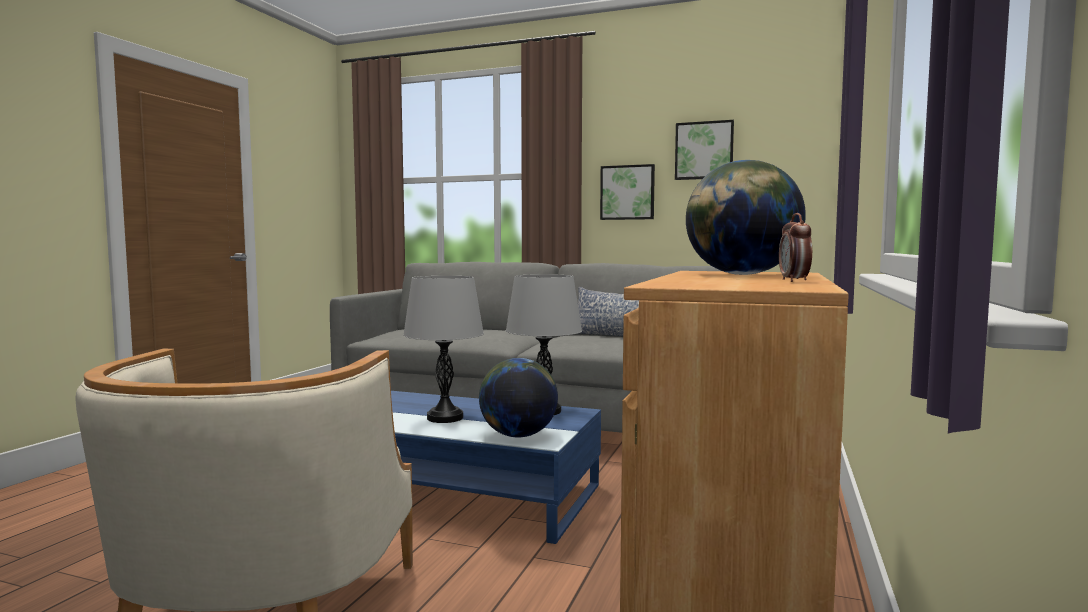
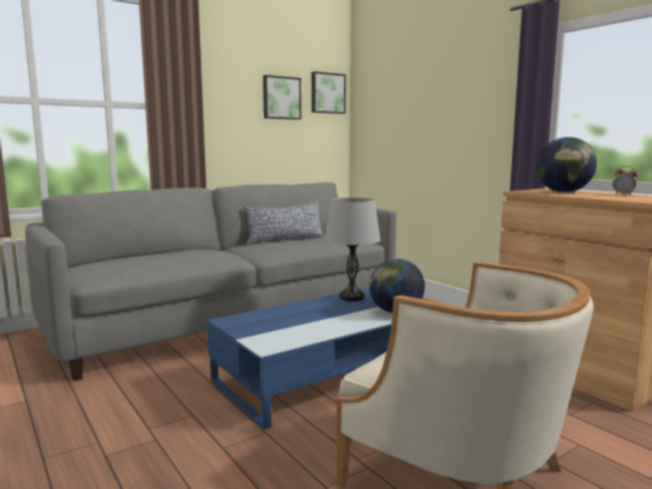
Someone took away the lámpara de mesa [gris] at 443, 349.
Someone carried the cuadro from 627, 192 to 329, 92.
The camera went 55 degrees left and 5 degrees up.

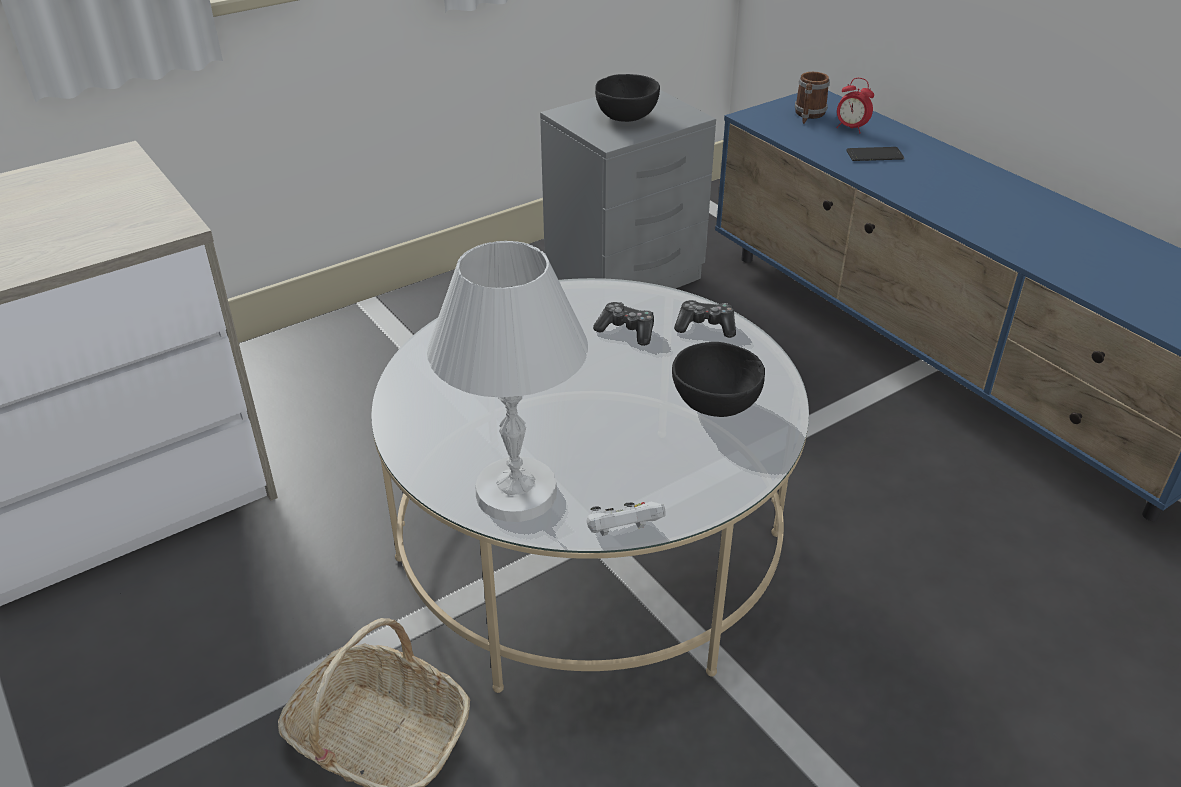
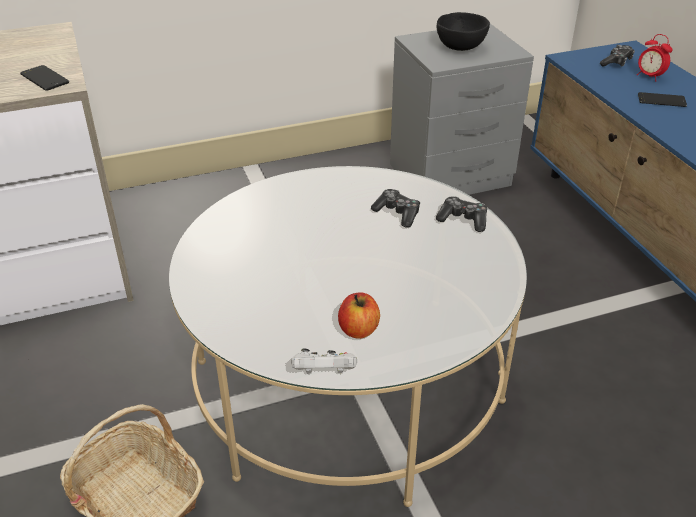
Someone took away the lámpara de mesa [blanco] at 507, 381.
Someone took away the cuenco [negro] at 718, 379.
Someone swapped the taza grande at 812, 98 for the mando de consola at 617, 56.
Someone put down the móvil at 44, 78.
Someone put down the manzana at 359, 315.
The camera went 15 degrees right and 0 degrees up.

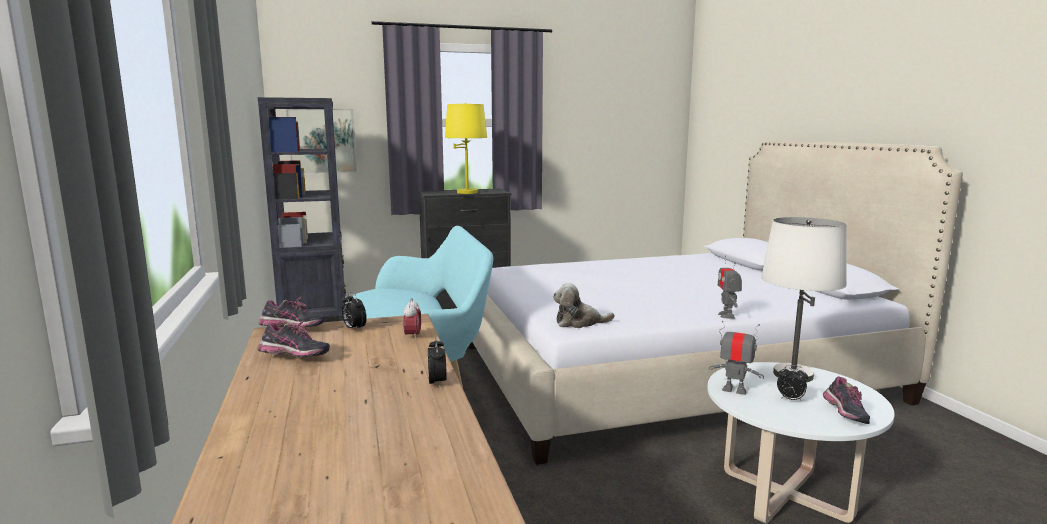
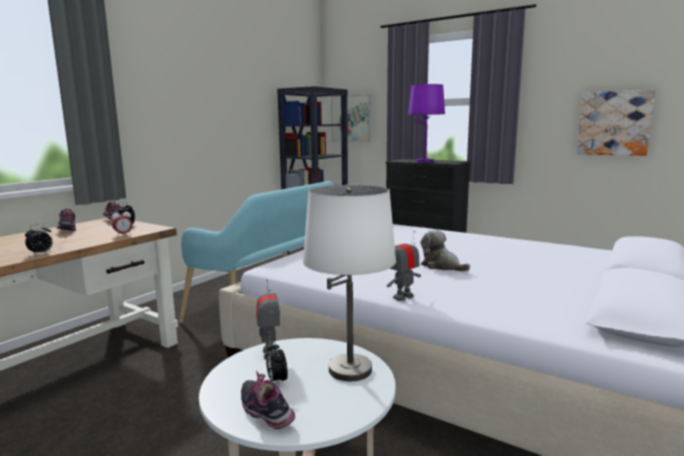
Someone repainted the lámpara de mesa [amarillo] at 466, 148, which became the lámpara de mesa [morado] at 426, 123.
Someone carried the peluche from 584, 305 to 445, 250.
Someone rotated the zapato at 846, 400 by 90 degrees clockwise.
Someone put up the cuadro at 616, 123.
The camera went 50 degrees right and 0 degrees up.

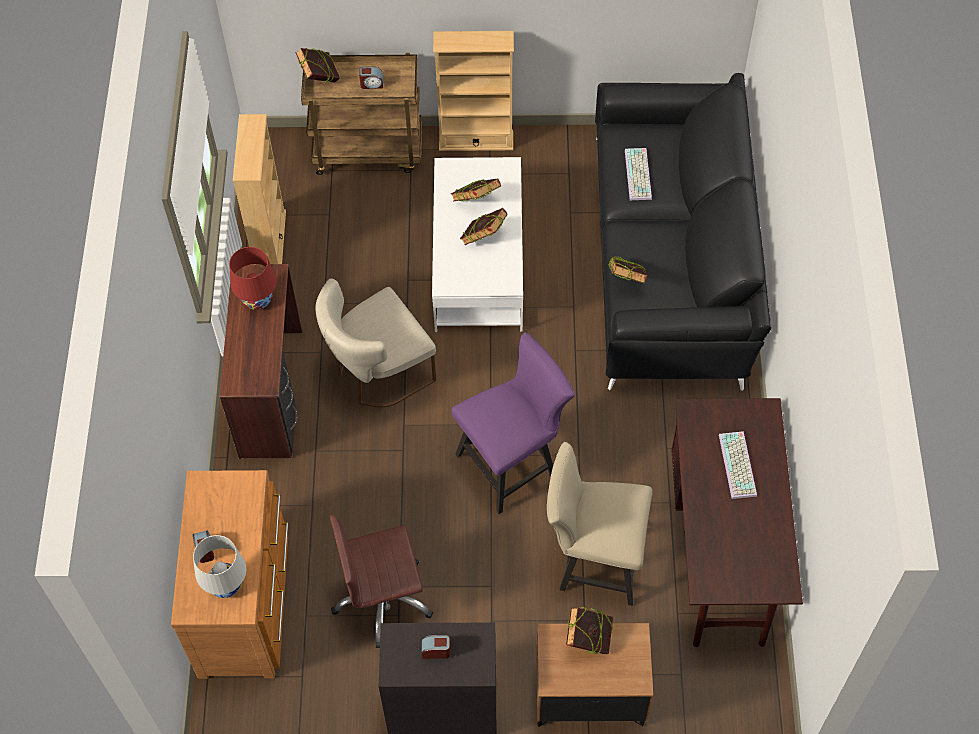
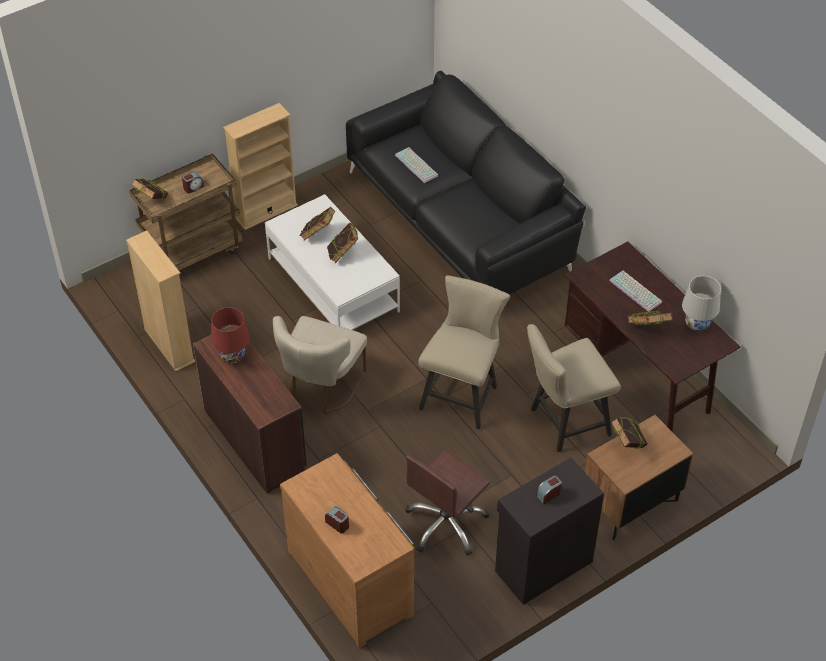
Someone carried the lámpara de mesa [blanco] from 219, 566 to 701, 303.
Someone repainted the silla [morado] at 513, 423, which became the silla [beis] at 464, 352.
Someone carried the libro from 628, 269 to 650, 318.
The camera went 35 degrees left and 10 degrees down.

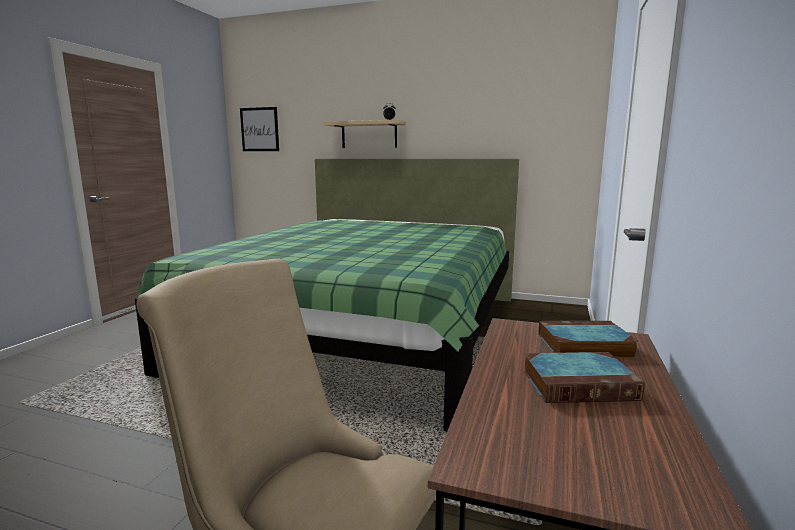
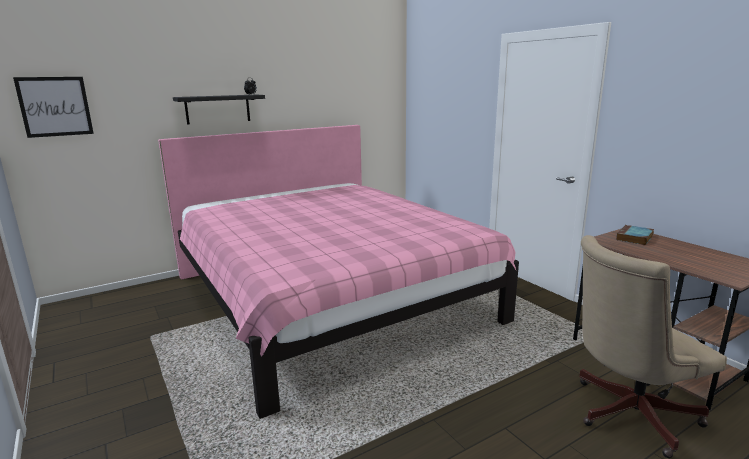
Someone repainted the cama [verde] at 327, 295, which became the cama [rosa] at 338, 272.
Someone repainted the estante [beis] at 365, 134, which became the estante [negro] at 219, 109.
Someone took away the libro at 584, 377.
The camera went 50 degrees left and 5 degrees up.

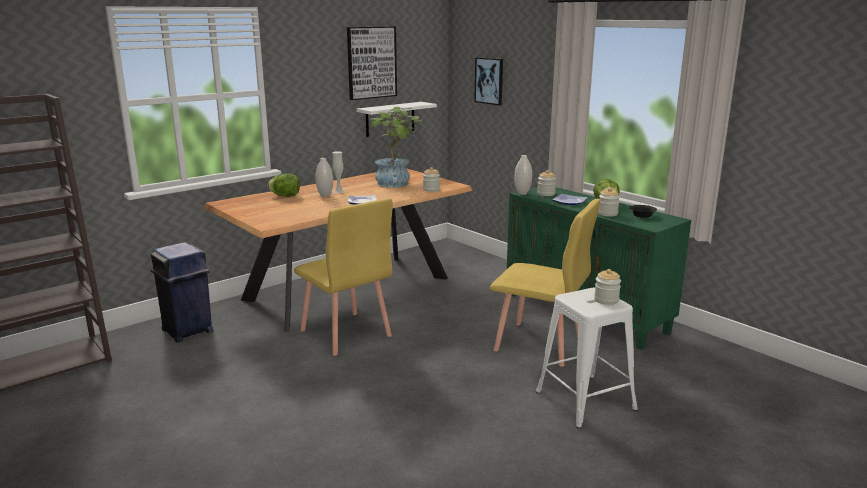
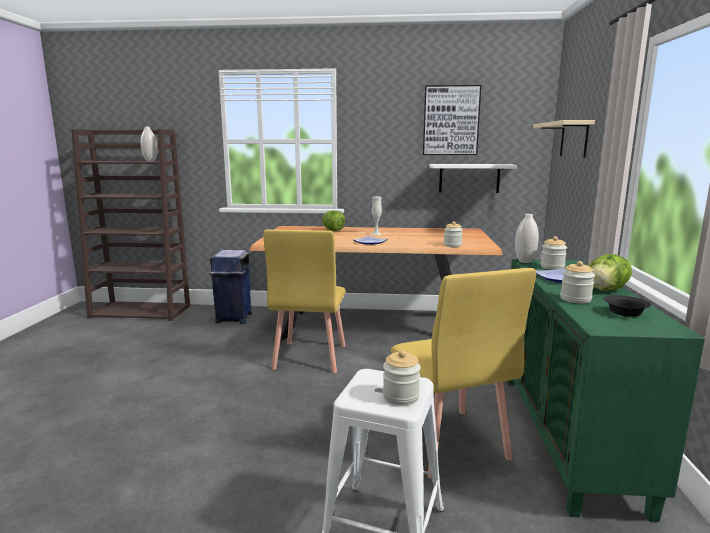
Someone carried the florero [blanco] from 324, 177 to 149, 144.
Someone took away the planta en maceta at 398, 147.
Someone swapped the cuadro at 488, 81 for the estante [beis] at 564, 139.
The camera went 45 degrees right and 5 degrees down.

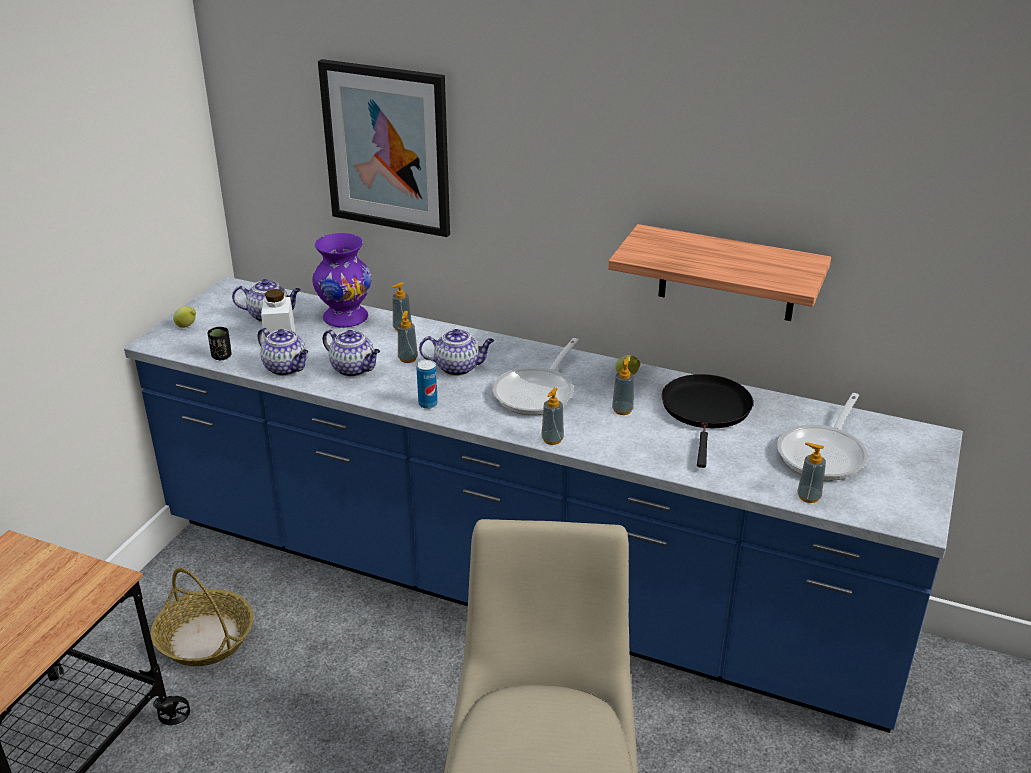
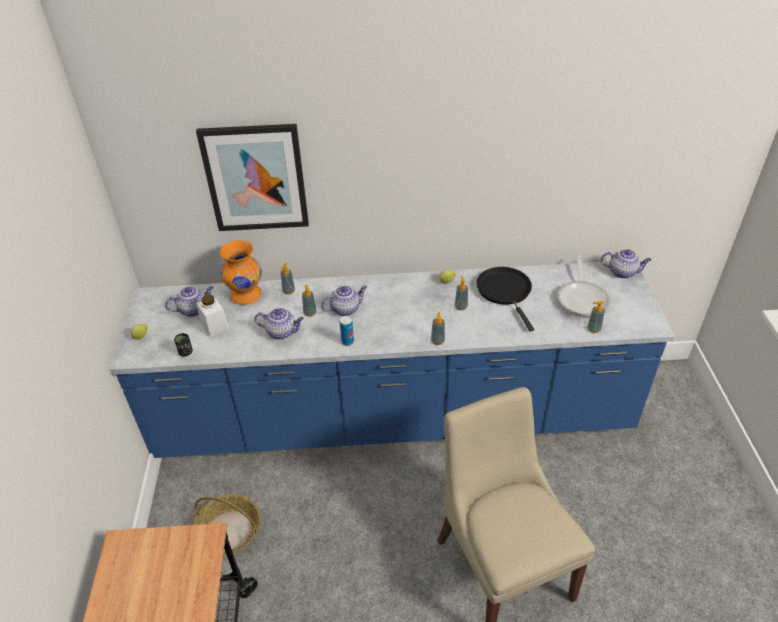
Someone carried the tetera from 283, 352 to 626, 263.
Someone repainted the florero [morado] at 342, 280, which became the florero [naranja] at 241, 272.
Someone took away the sartén at 535, 376.
Someone took away the estante at 719, 272.
The camera went 25 degrees left and 10 degrees up.

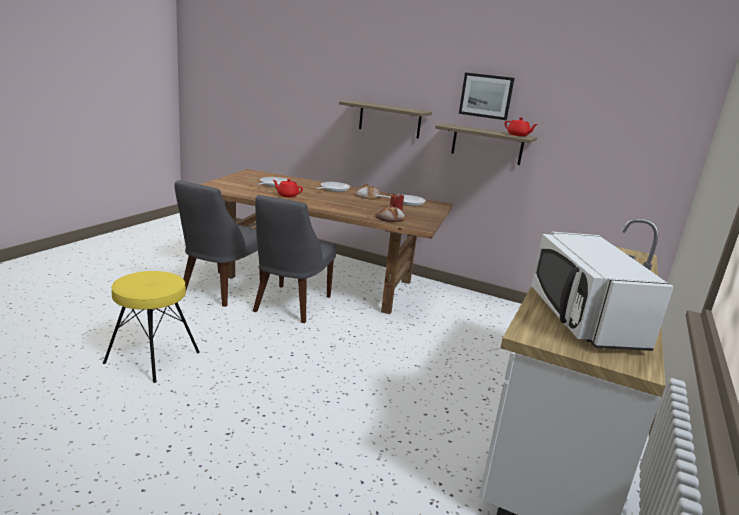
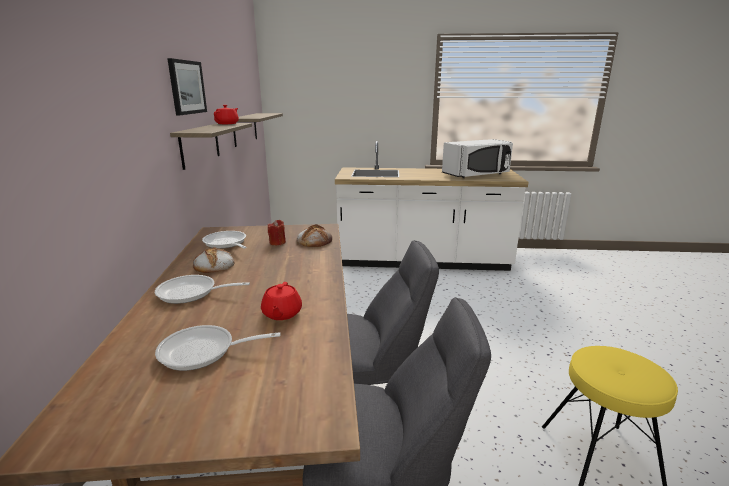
Someone carried the estante from 385, 120 to 258, 130.
The camera went 110 degrees left and 0 degrees up.

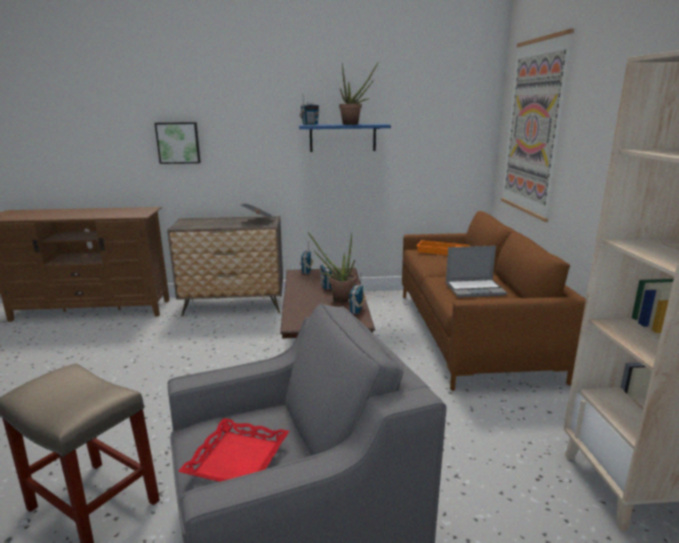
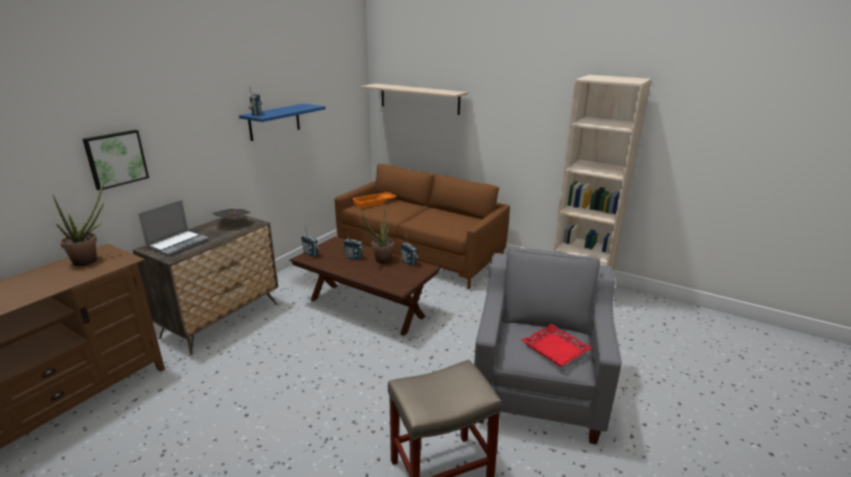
Someone carried the planta en maceta from 359, 93 to 78, 223.
Someone carried the portátil from 476, 271 to 173, 228.
Someone swapped the cuadro at 537, 125 for the estante at 414, 99.
The camera went 55 degrees left and 5 degrees up.

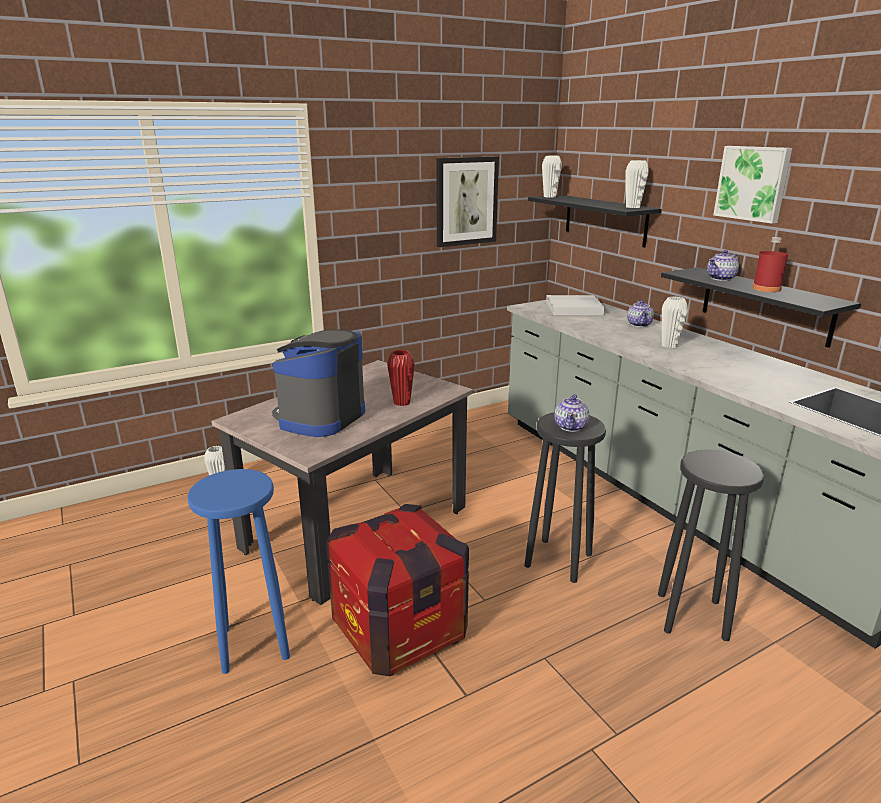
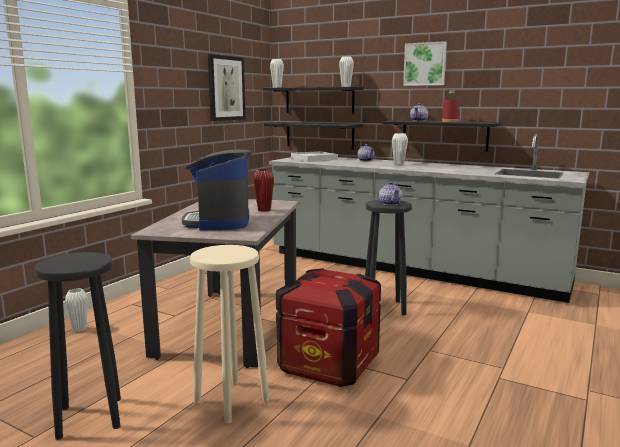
Someone repainted the taburete [azul] at 238, 571, which became the taburete [beis] at 229, 334.
Someone carried the taburete [negro] from 711, 545 to 77, 346.
Someone put up the estante [negro] at 313, 136.
The camera went 30 degrees left and 10 degrees down.

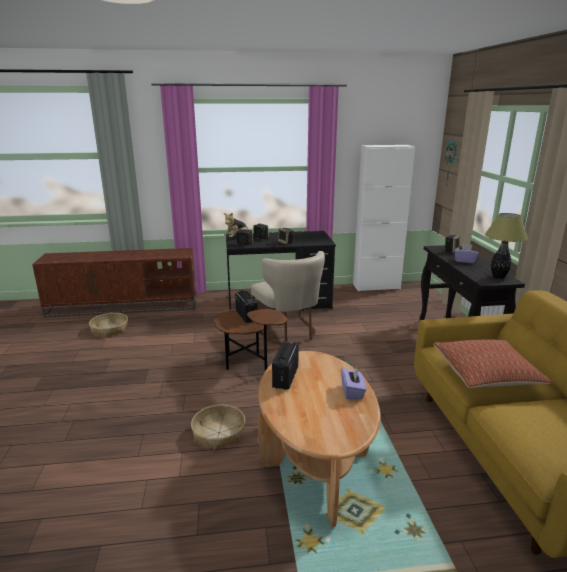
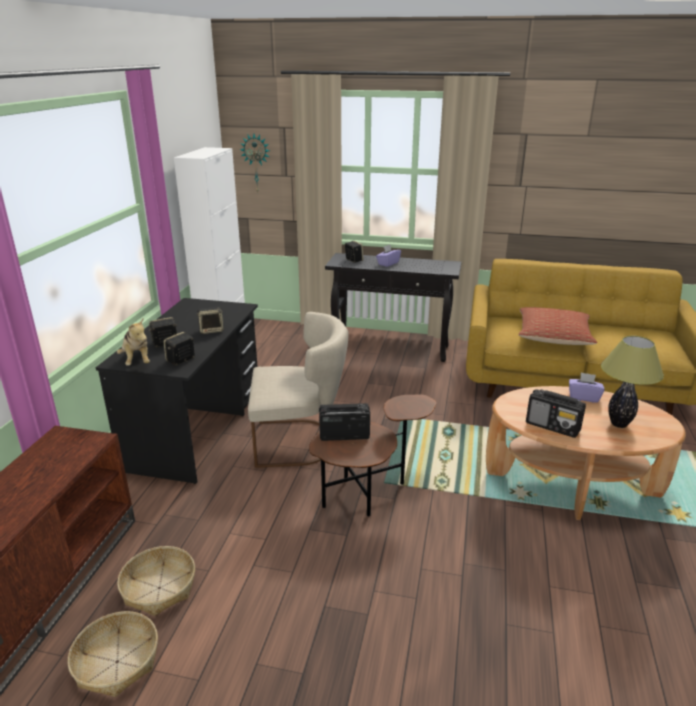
Someone carried the cesta from 218, 427 to 156, 581.
Someone carried the lámpara de mesa from 506, 246 to 632, 382.
The camera went 70 degrees left and 5 degrees up.

